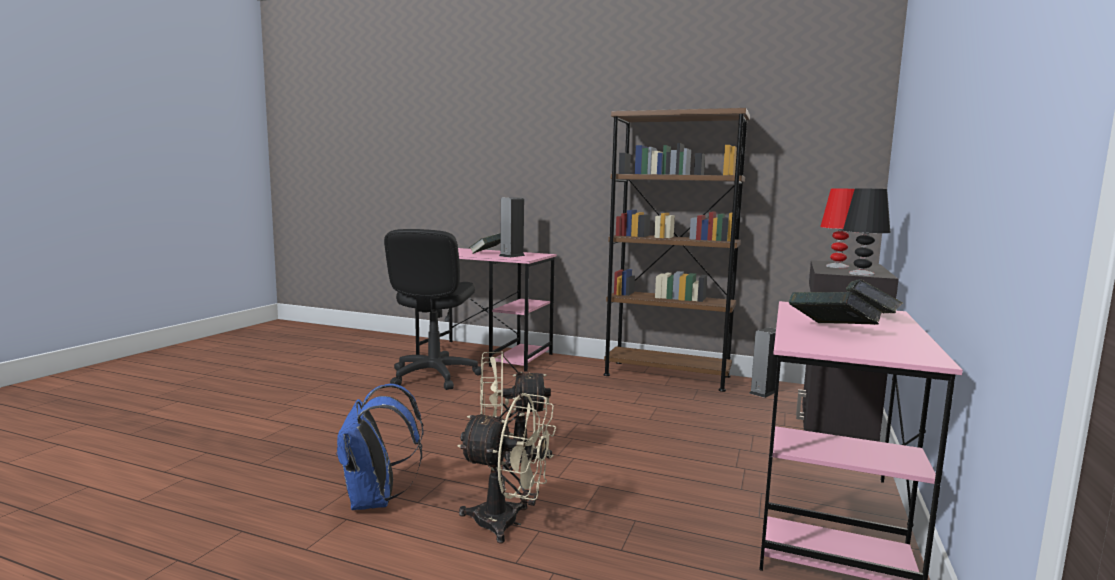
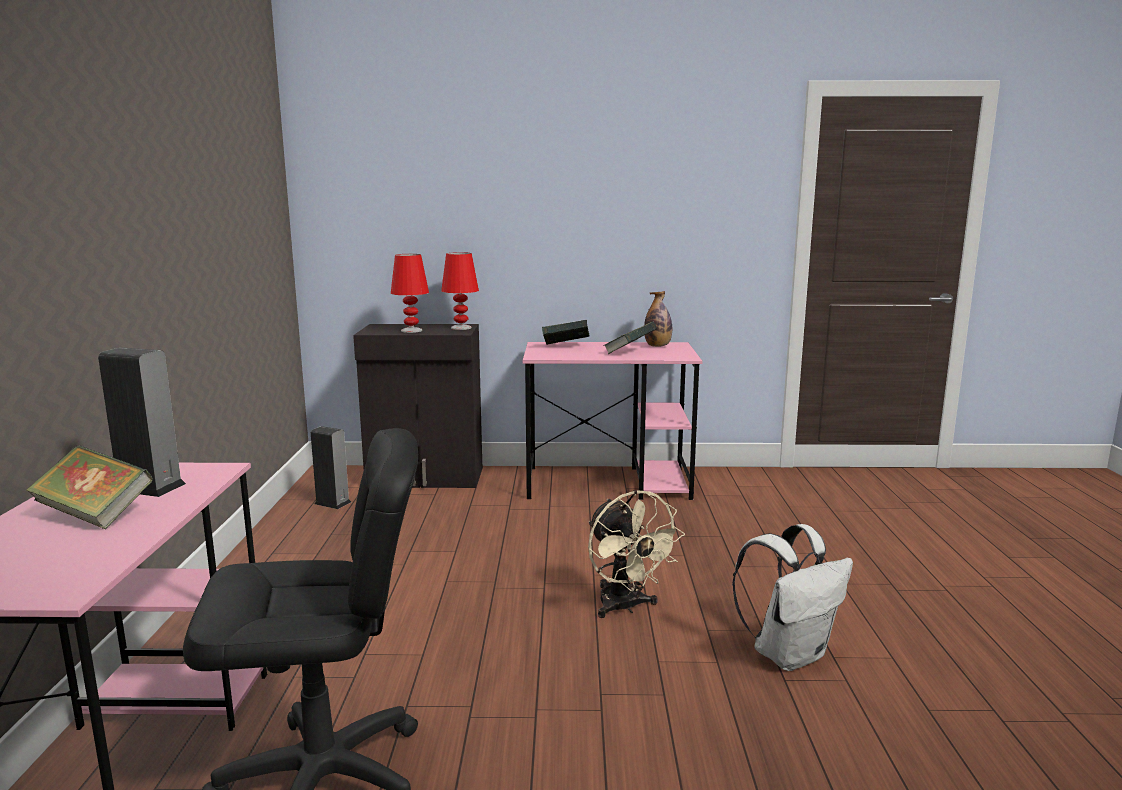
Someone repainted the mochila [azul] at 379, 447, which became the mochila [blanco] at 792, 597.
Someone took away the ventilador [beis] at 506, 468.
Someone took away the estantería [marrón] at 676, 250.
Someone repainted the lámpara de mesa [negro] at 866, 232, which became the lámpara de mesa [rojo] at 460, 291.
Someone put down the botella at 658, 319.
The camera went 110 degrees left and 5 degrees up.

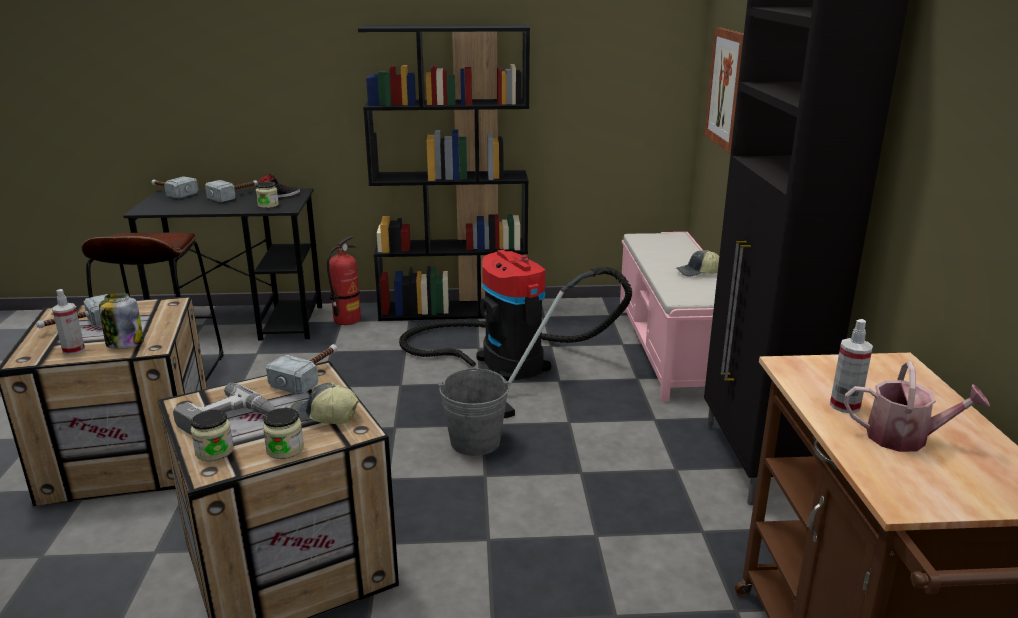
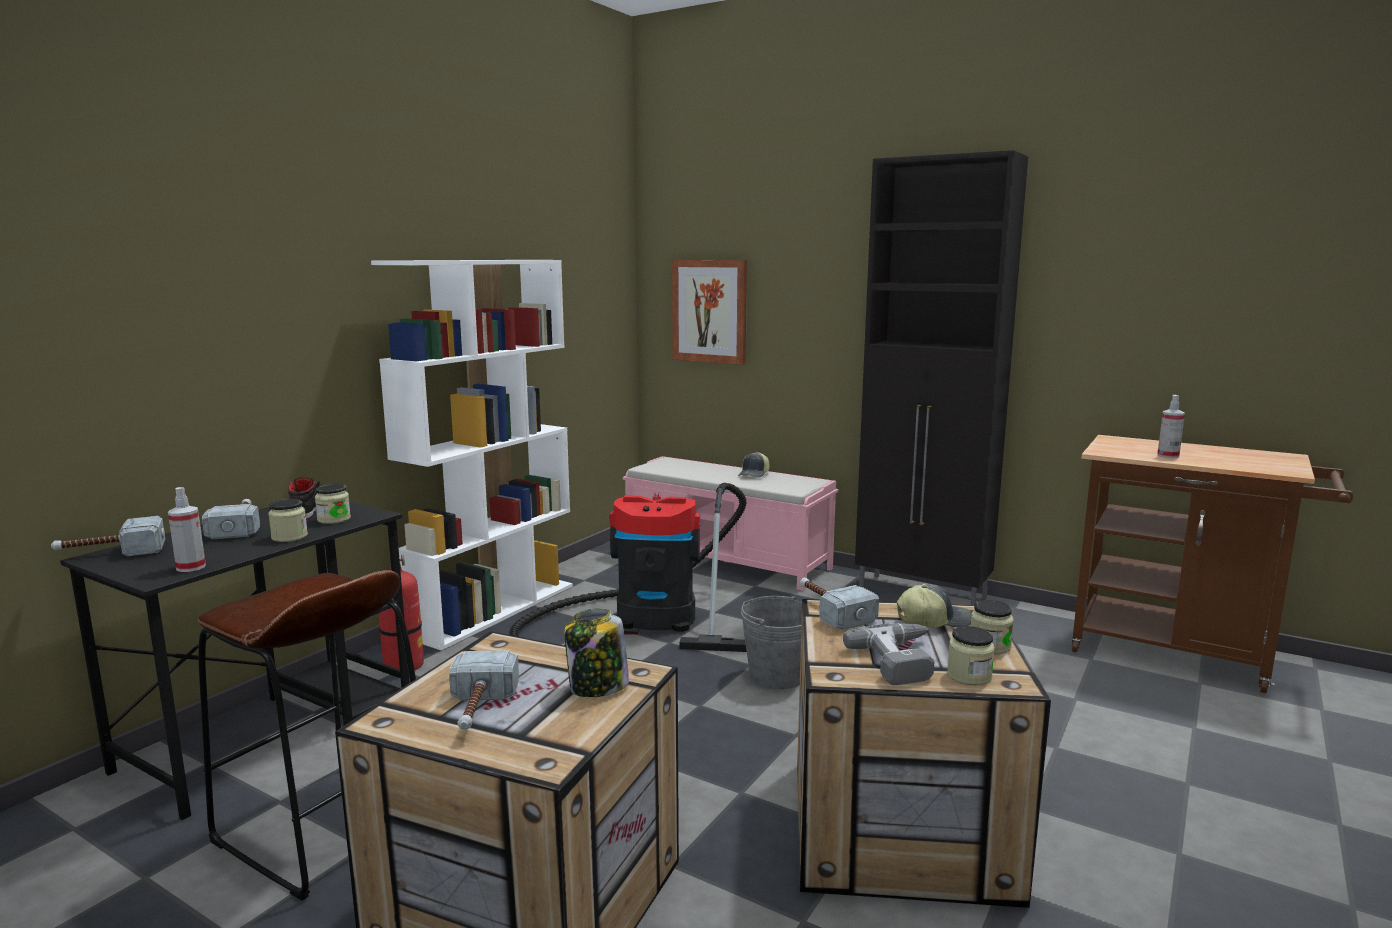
Someone carried the pulverizador from 68, 322 to 187, 529.
Someone rotated the gorra at 324, 403 by 150 degrees counterclockwise.
Someone repainted the estantería [negro] at 444, 172, which became the estantería [blanco] at 472, 455.
Someone took away the regadera at 917, 406.
Someone put down the tarro at 288, 520.
The camera went 55 degrees left and 10 degrees down.

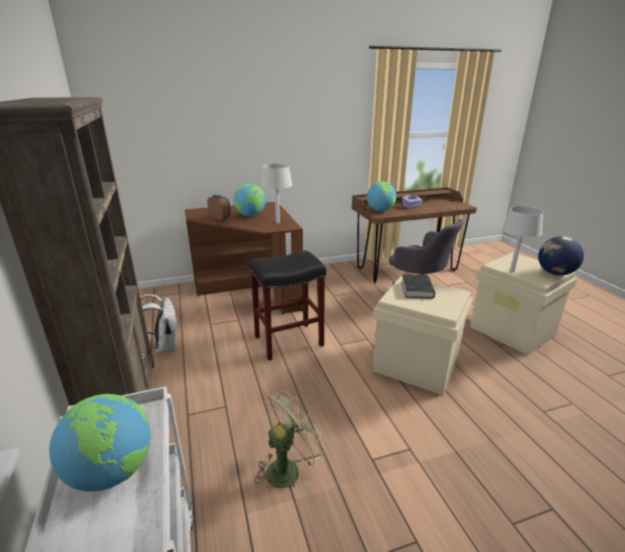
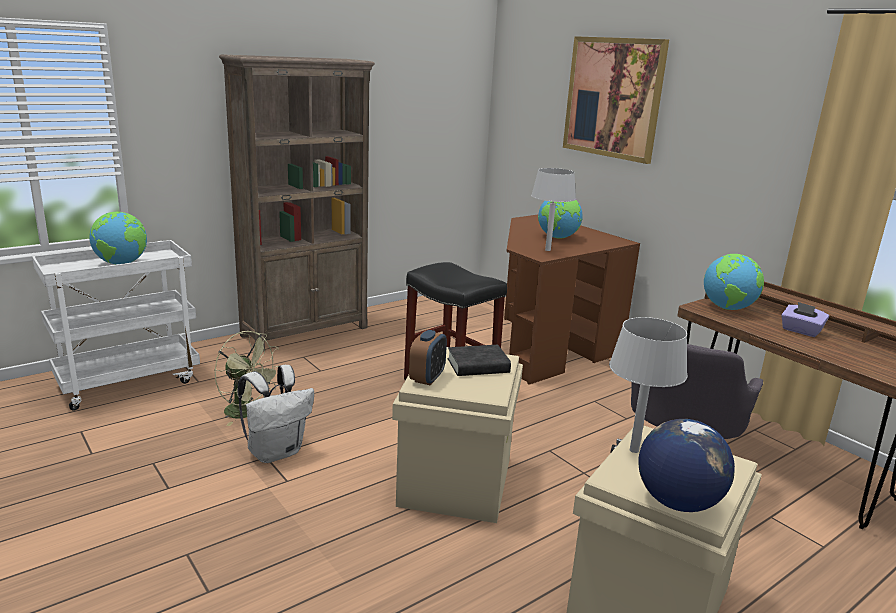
Someone carried the mochila [blanco] from 159, 323 to 275, 414.
Someone carried the despertador from 219, 208 to 428, 357.
Someone put up the cuadro at 616, 100.
The camera went 70 degrees right and 5 degrees down.

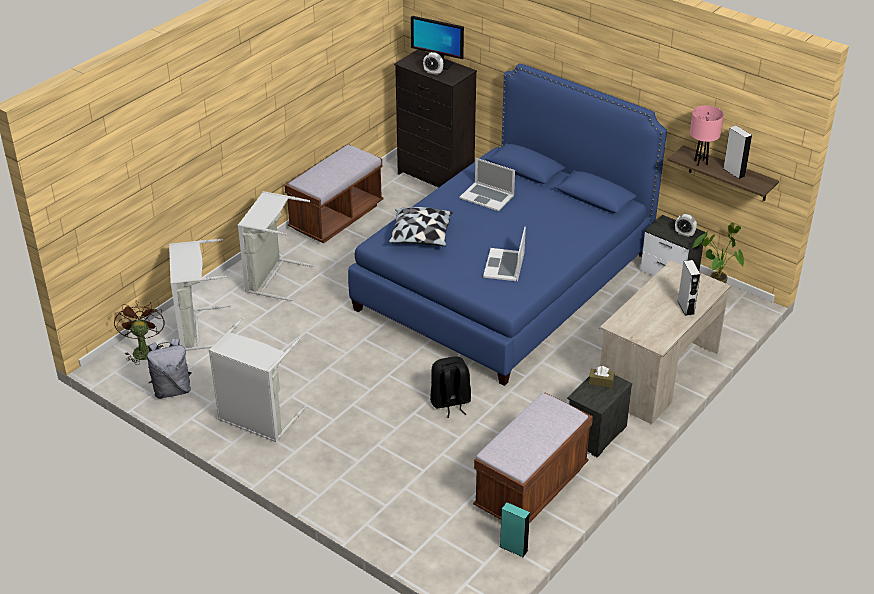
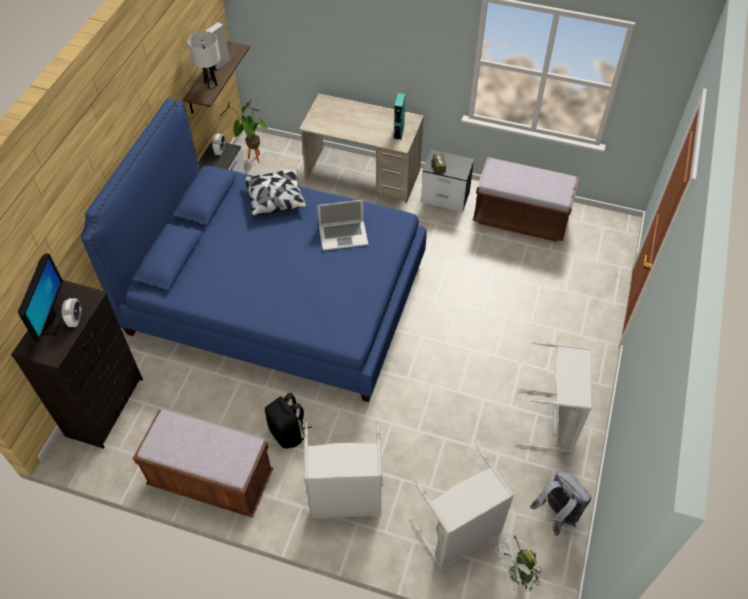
Someone repainted the ventilador [marrón] at 139, 332, which became the ventilador [blanco] at 518, 564.
Someone carried the cojín from 421, 227 to 275, 193.
Someone carried the mochila [negro] from 450, 387 to 288, 421.
Someone took away the portátil at 487, 184.
Someone carried the altavoz [turquesa] from 515, 529 to 399, 116.
Someone took away the altavoz [gris] at 689, 288.
Someone repainted the lámpara de mesa [rosa] at 707, 135, which became the lámpara de mesa [blanco] at 203, 60.
The camera went 110 degrees left and 15 degrees up.

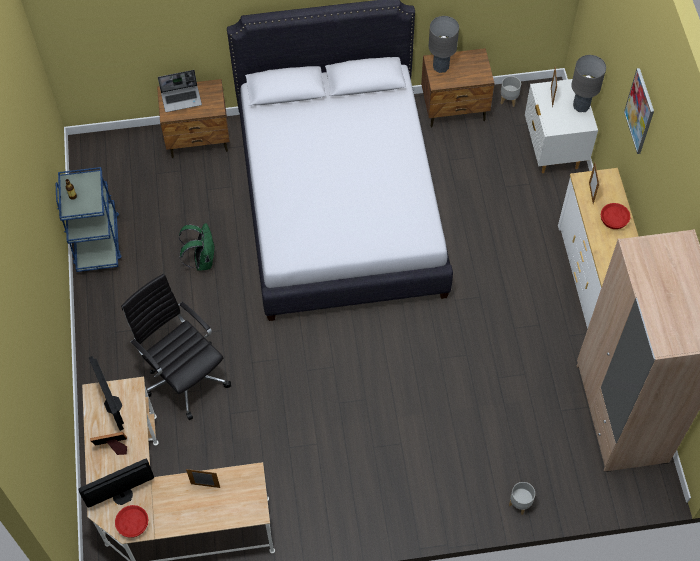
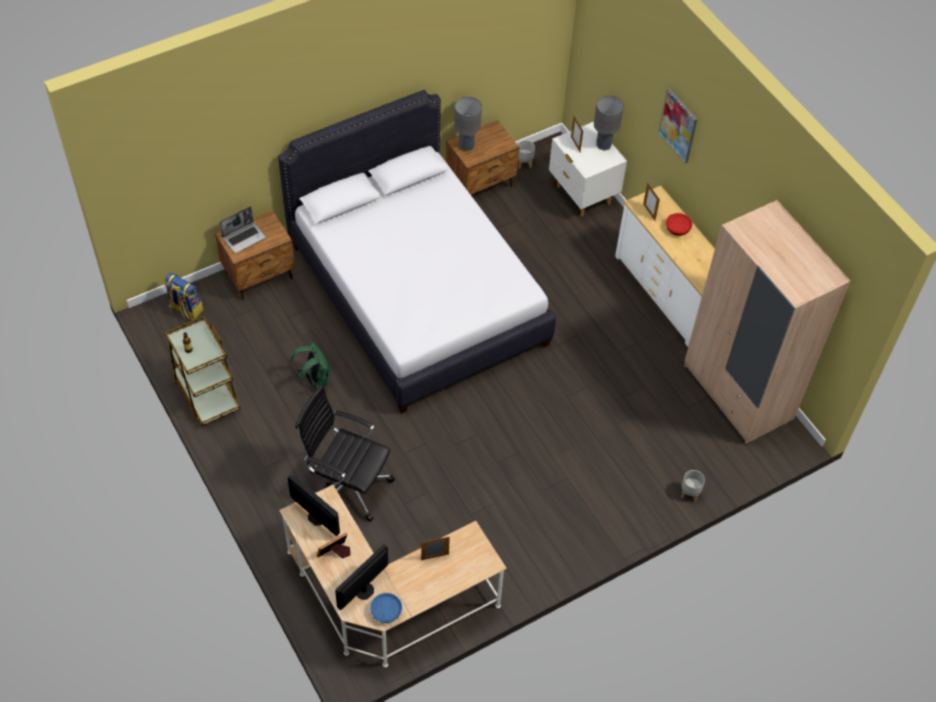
Someone repainted the carrito [azul] at 89, 219, which became the carrito [marrón] at 202, 371.
Someone repainted the cuenco [rojo] at 131, 521, which became the cuenco [azul] at 386, 608.
Someone put down the mochila at 184, 296.
The camera went 25 degrees left and 5 degrees down.

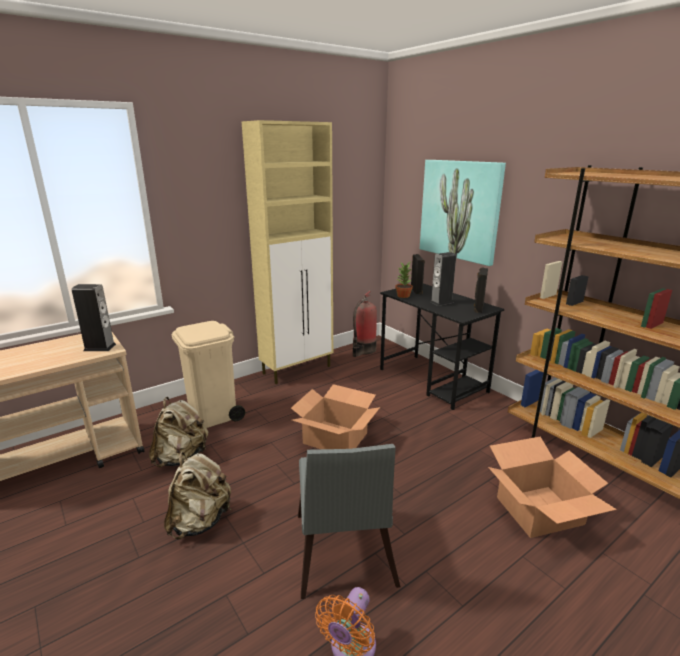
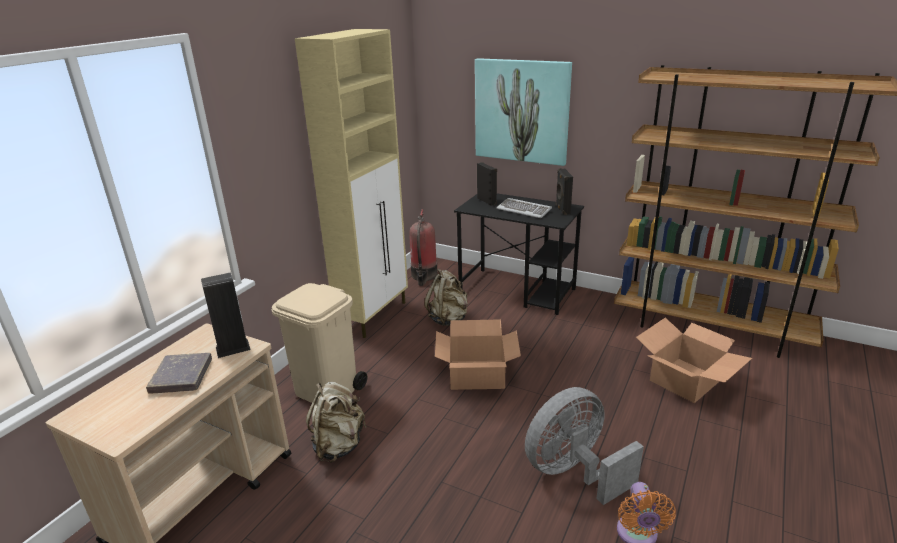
Someone carried the mochila [beis] from 197, 496 to 446, 297.
Someone swapped the silla [gris] at 349, 521 for the ventilador [gris] at 584, 446.
Someone took away the planta en maceta at 404, 280.
Someone swapped the altavoz at 443, 279 for the teclado at 524, 208.
Someone put down the libro [gris] at 179, 373.
The camera went 25 degrees left and 5 degrees up.

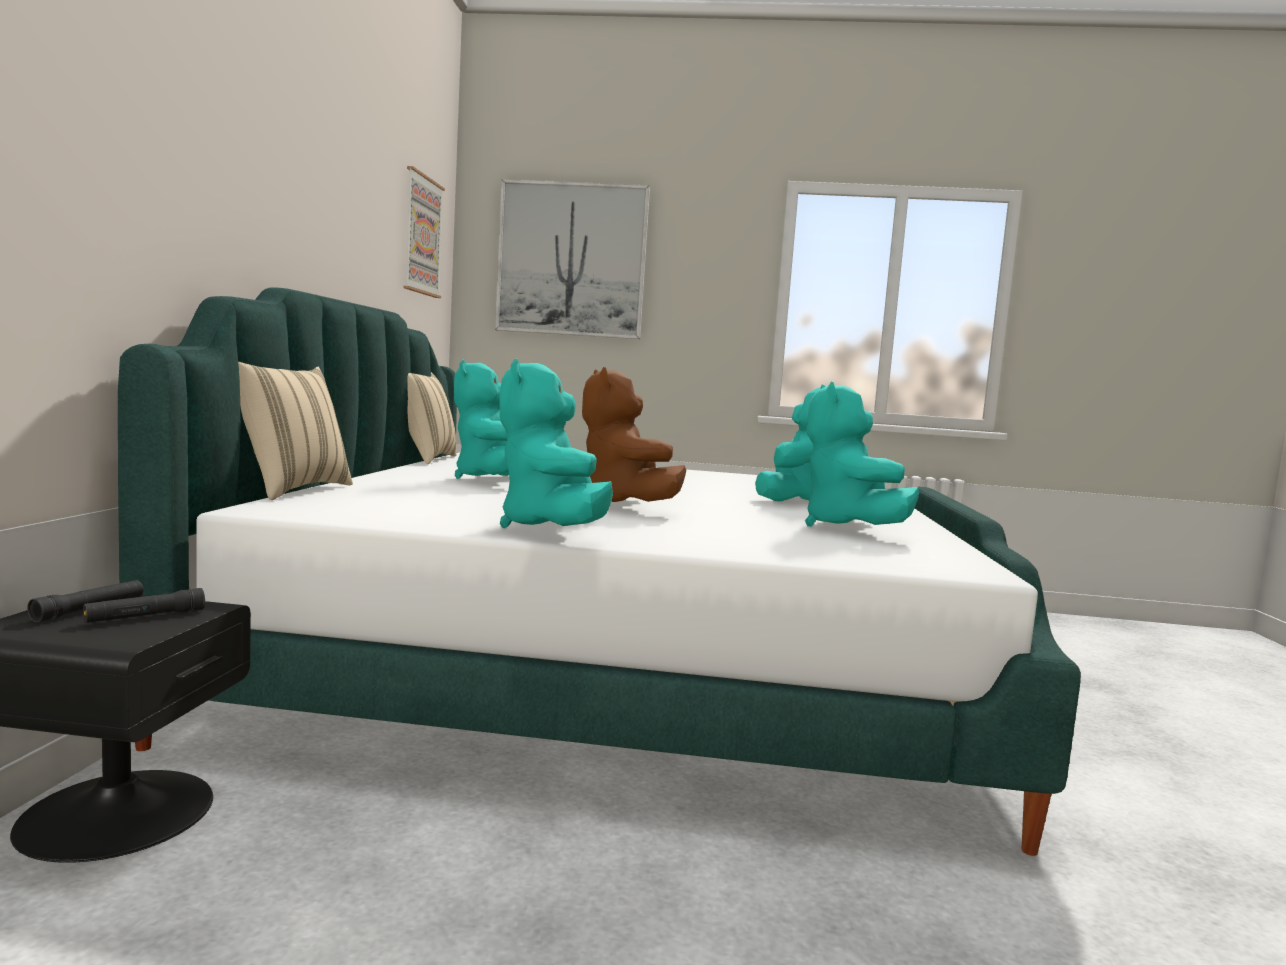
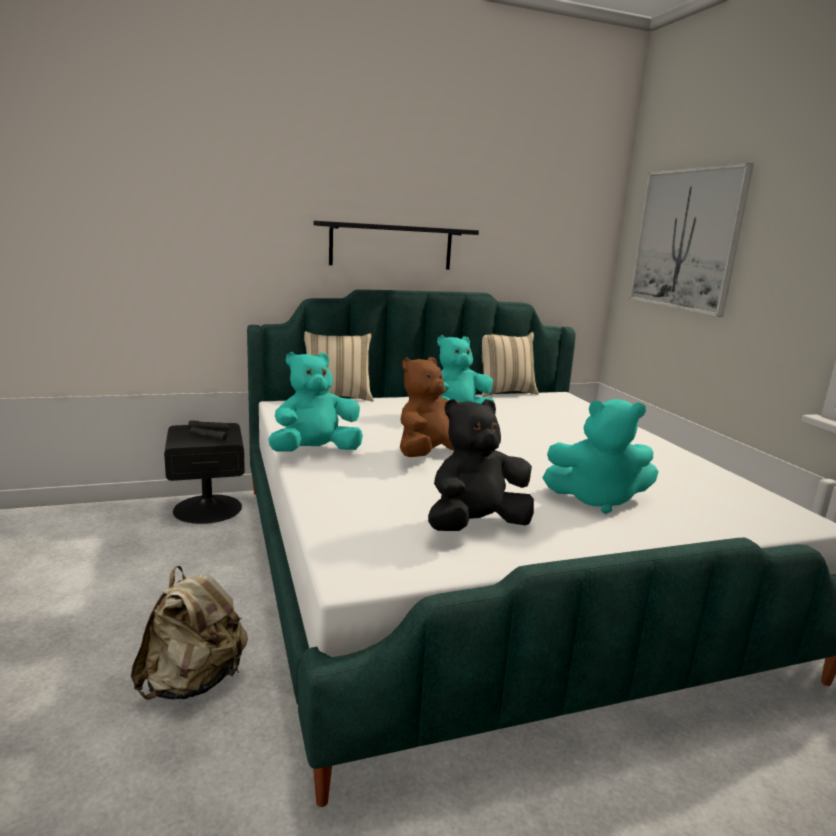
Someone took away the cuadro at 424, 232.
Someone repainted the peluche [turquesa] at 862, 454, which became the peluche [negro] at 481, 465.
Someone put down the mochila [beis] at 189, 633.
Someone put up the estante [negro] at 396, 245.
The camera went 65 degrees right and 10 degrees up.

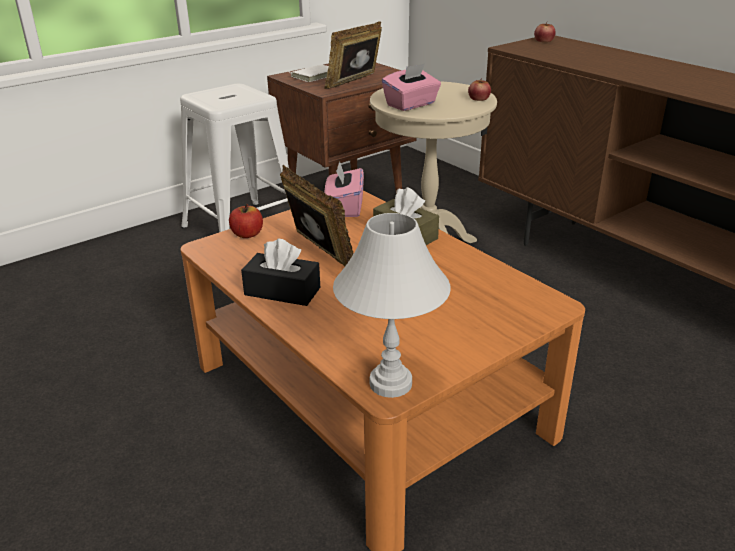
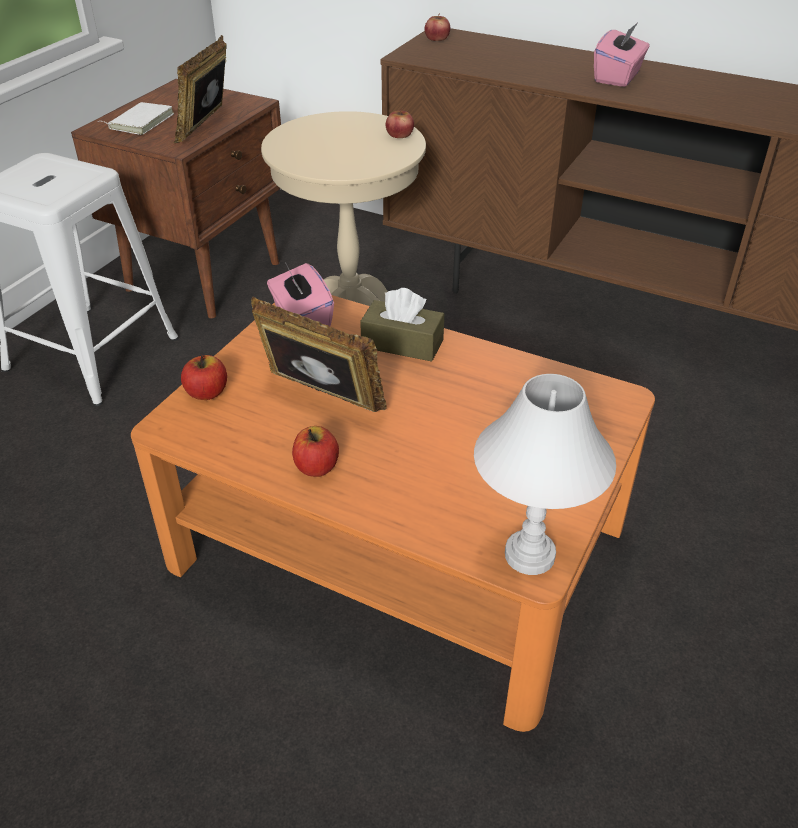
Someone swapped the caja de pañuelos [negro] at 280, 272 for the manzana at 315, 451.
Someone carried the caja de pañuelos [rosa] from 411, 87 to 622, 54.
The camera went 25 degrees left and 10 degrees up.

